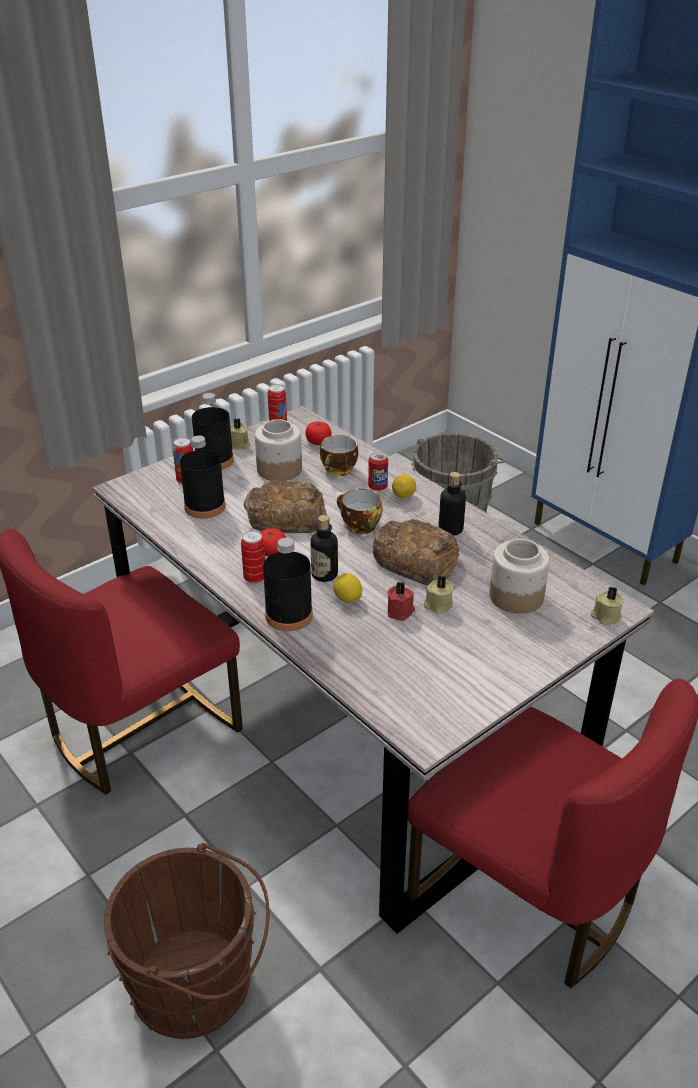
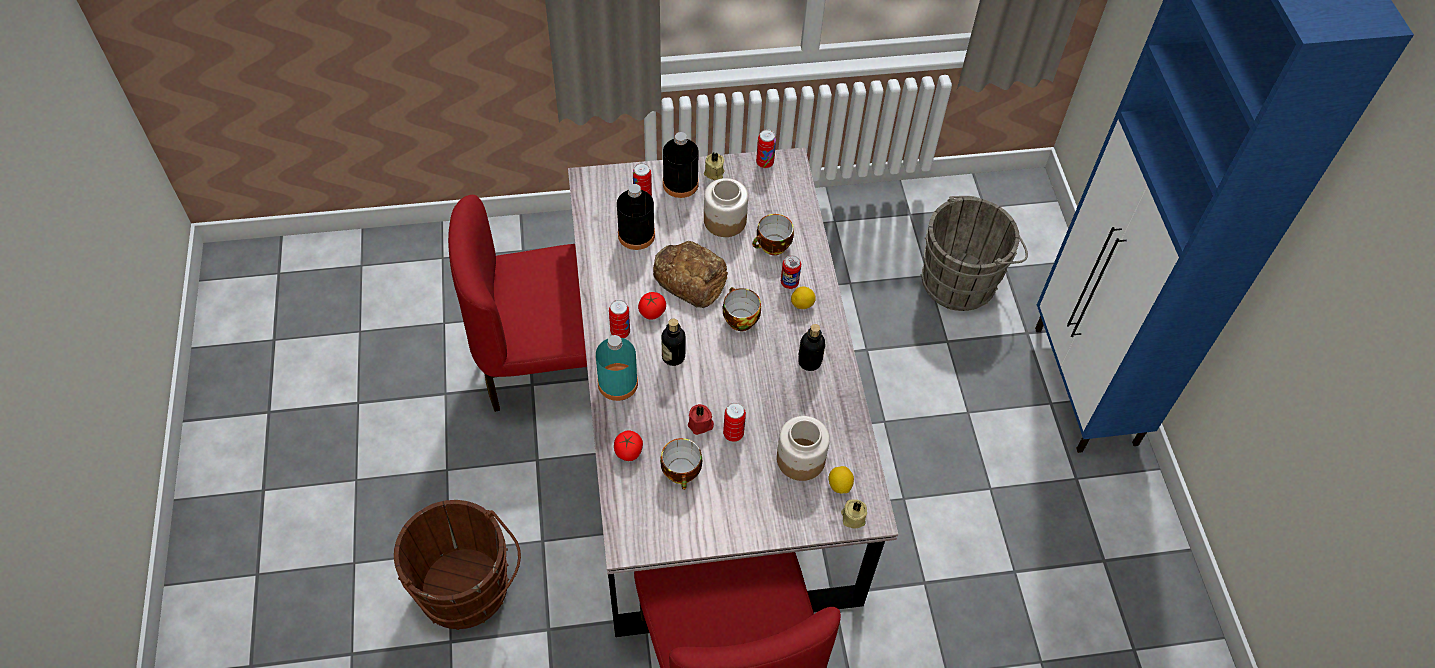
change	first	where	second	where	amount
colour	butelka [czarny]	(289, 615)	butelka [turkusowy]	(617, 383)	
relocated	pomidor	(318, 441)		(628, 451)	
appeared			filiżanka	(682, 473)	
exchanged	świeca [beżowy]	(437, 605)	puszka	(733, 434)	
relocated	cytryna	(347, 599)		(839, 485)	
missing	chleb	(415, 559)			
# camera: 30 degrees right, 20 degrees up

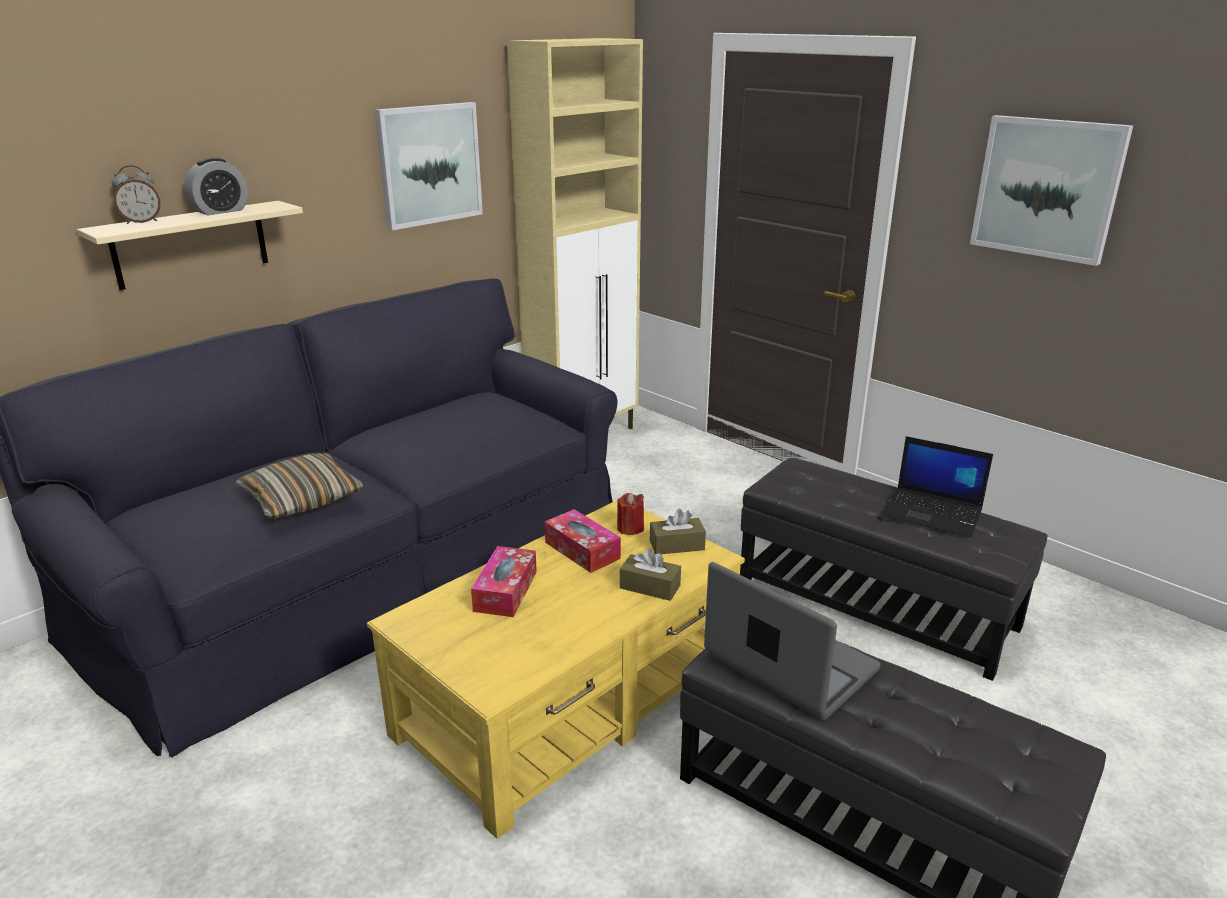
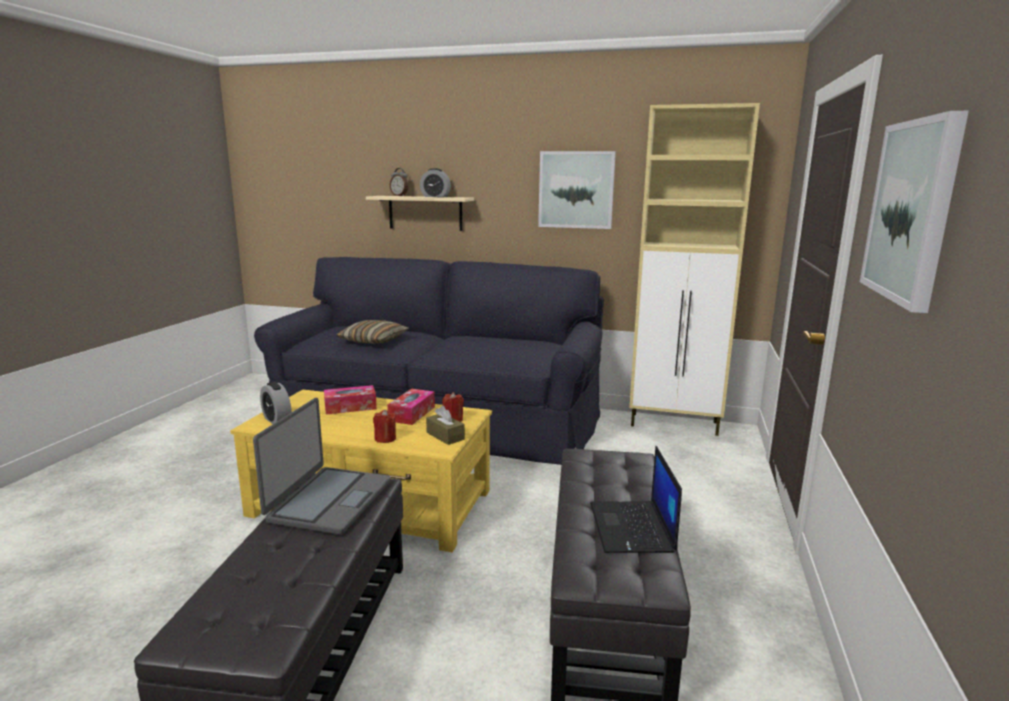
change	first	where	second	where	amount
appeared			budzik	(277, 420)	
exchanged	pudełko chusteczek [brązowy]	(650, 587)	świeca [czerwony]	(385, 439)	
# camera: 60 degrees right, 10 degrees down

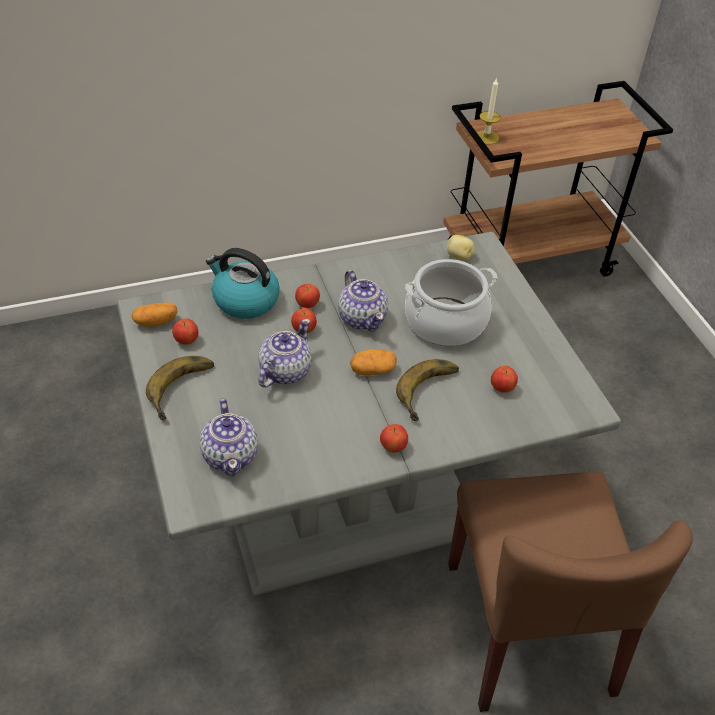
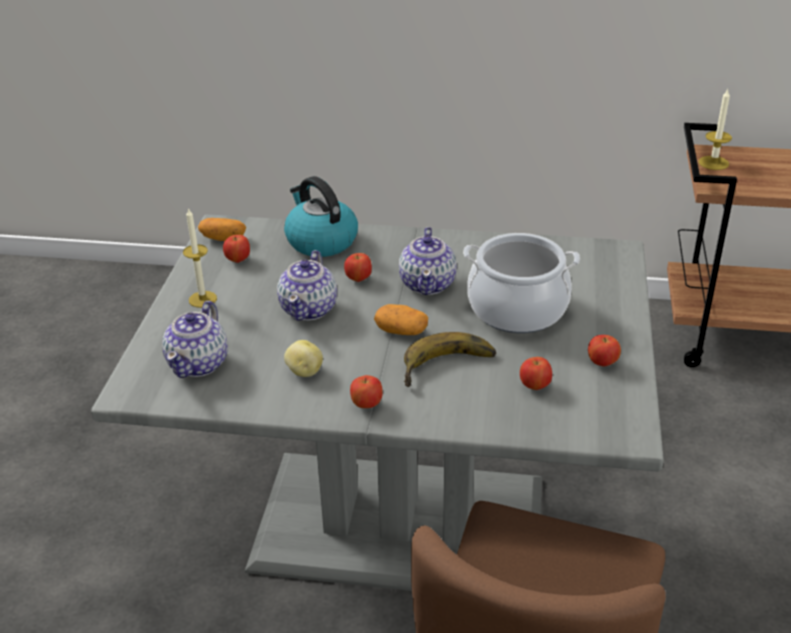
change	first	where	second	where	amount
exchanged	banan	(185, 390)	świeca	(202, 299)	
spun	imbryk	(284, 371)		(309, 308)	135 degrees clockwise
relocated	ziemniak	(459, 257)		(304, 371)	
relocated	jabłko	(307, 305)		(602, 363)	
# camera: 30 degrees right, 10 degrees down

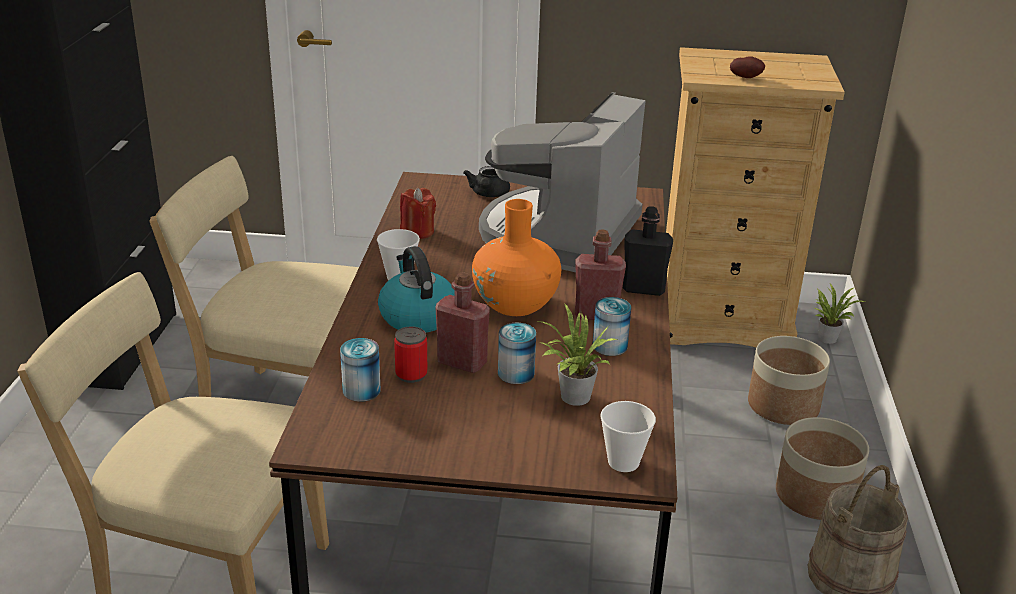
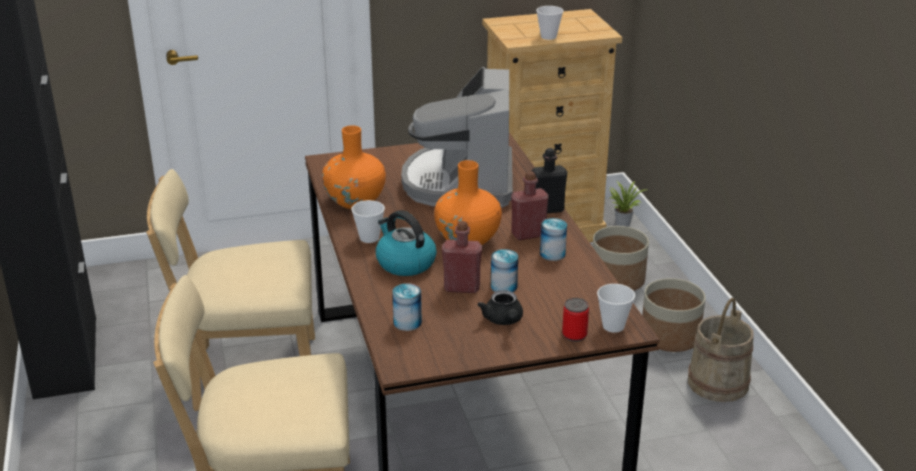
change	first	where	second	where	amount
exchanged	świeca [czerwony]	(417, 231)	wazon [pomarańczowy]	(355, 201)	
relocated	imbryk [czarny]	(488, 194)		(503, 320)	
exchanged	ziemniak	(746, 78)	filiżanka	(548, 37)	
relocated	puszka	(411, 374)		(574, 335)	
missing	roślina doniczkowa	(571, 398)			
# camera: 20 degrees left, 0 degrees up

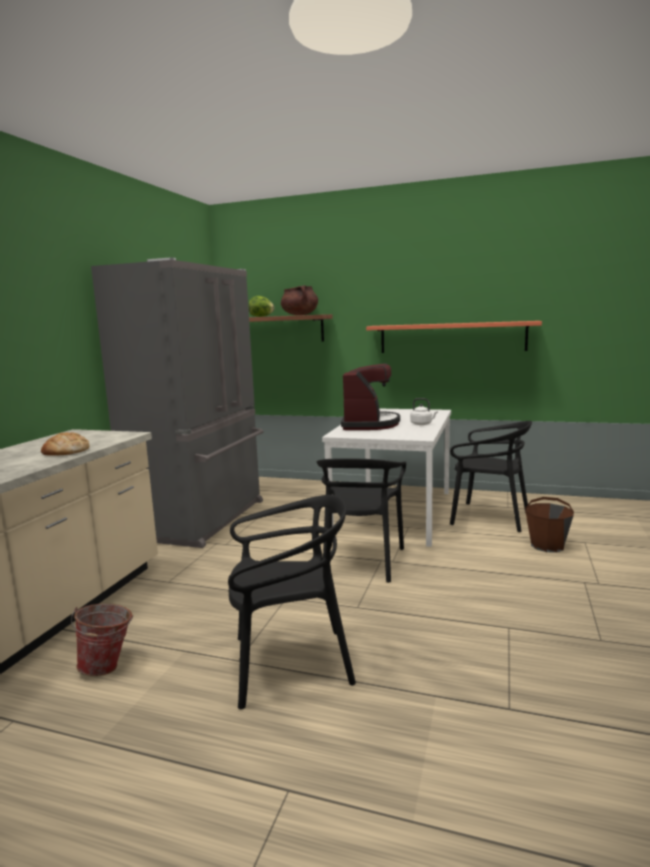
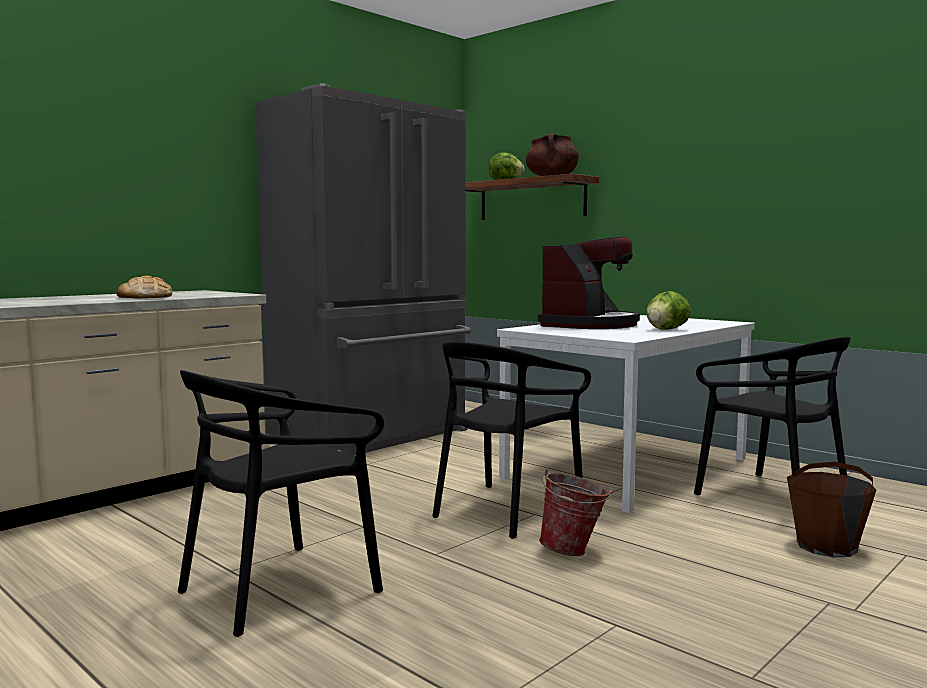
change	first	where	second	where	amount
spun	krzesło [czarny]	(290, 664)		(279, 588)	120 degrees clockwise
relocated	wiadro	(108, 666)		(574, 551)	
exchanged	czajnik [biały]	(422, 424)	sałata	(666, 329)	
missing	półka	(451, 337)			
# camera: 25 degrees right, 5 degrees down

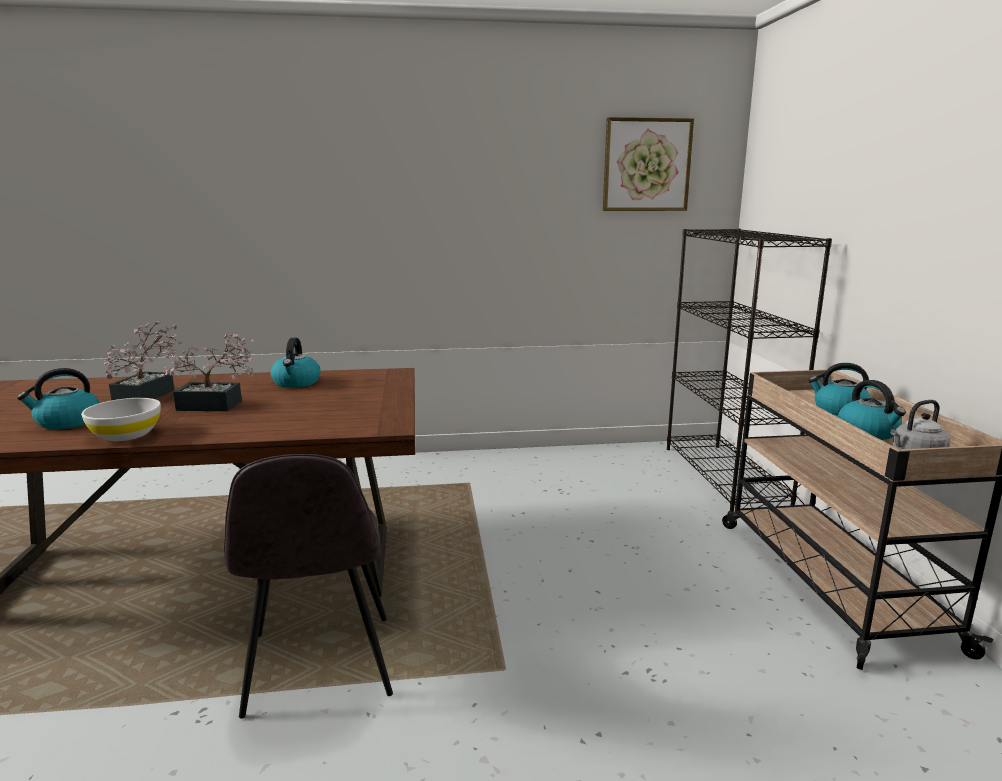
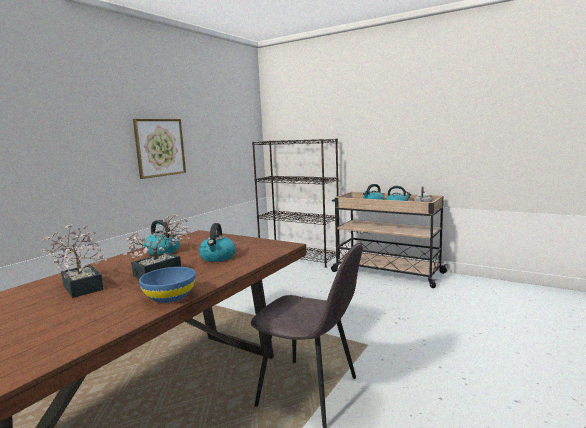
change	first	where	second	where	amount
relocated	obraz	(646, 165)		(160, 147)	
colour	miska [biały]	(126, 435)	miska [niebieski]	(170, 297)	
relocated	czajnik	(67, 422)		(218, 257)	
# camera: 50 degrees left, 5 degrees down

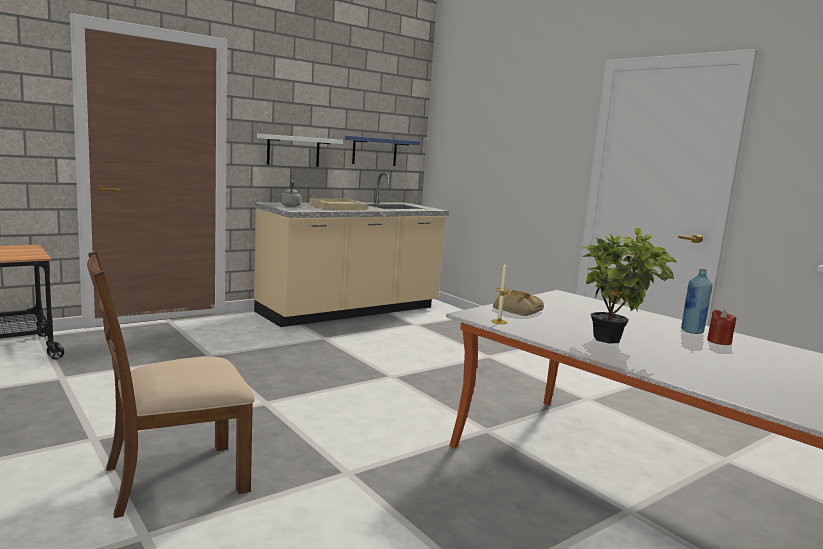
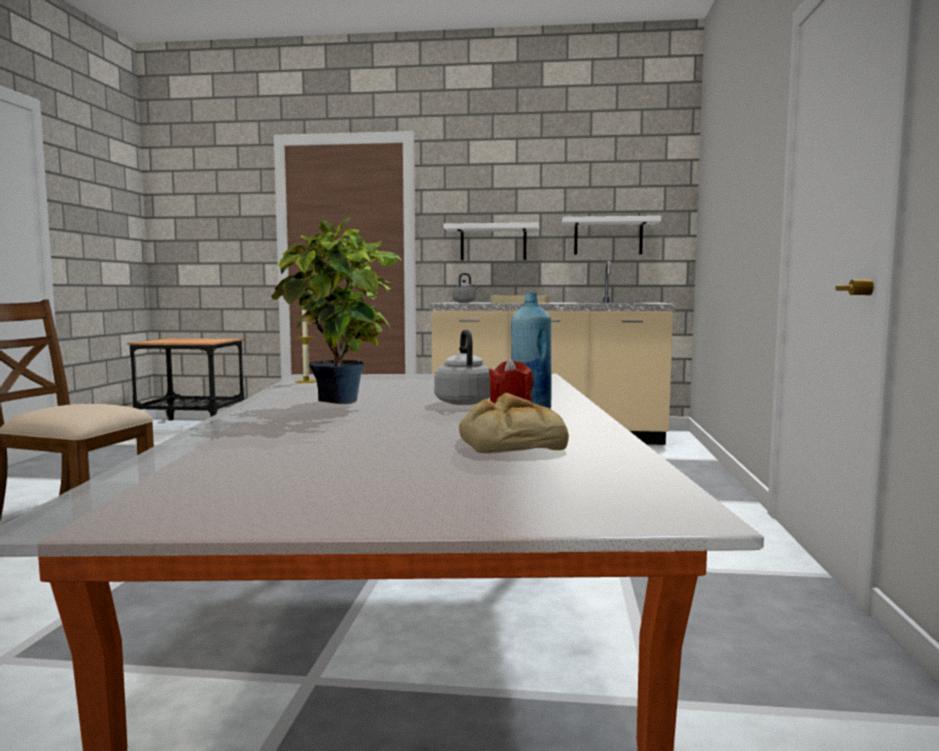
change	first	where	second	where	amount
appeared			czajnik [szary]	(463, 402)	
relocated	chleb	(516, 310)		(509, 443)	
colour	półka [niebieski]	(374, 151)	półka [biały]	(608, 237)	
# camera: 45 degrees right, 5 degrees down

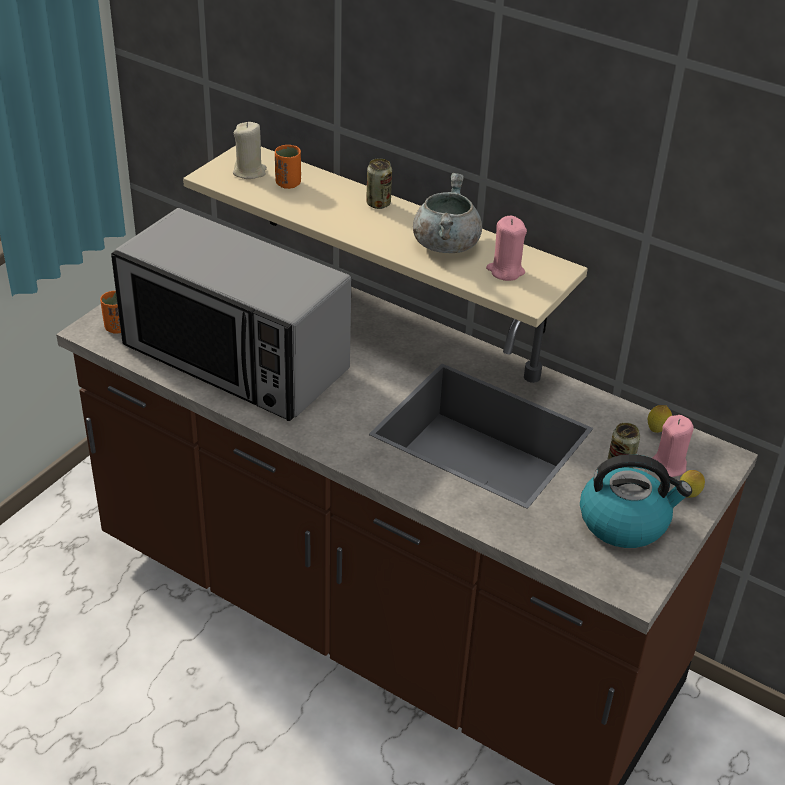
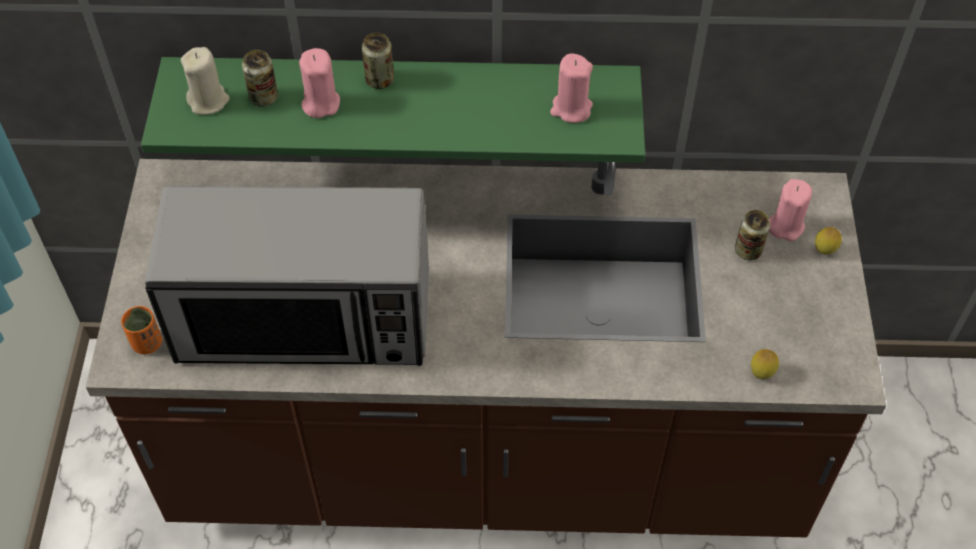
change	first	where	second	where	amount
colour	półka [beżowy]	(403, 237)	półka [zielony]	(403, 97)	
exchanged	filiżanka [pomarańczowy]	(288, 183)	puszka	(263, 97)	
appeared			świeca [różowy]	(320, 103)	
relocated	cytryna	(656, 431)		(761, 374)	
missing	garnek [szary]	(445, 244)			
missing	czajnik	(625, 521)			
# camera: 30 degrees left, 15 degrees up

